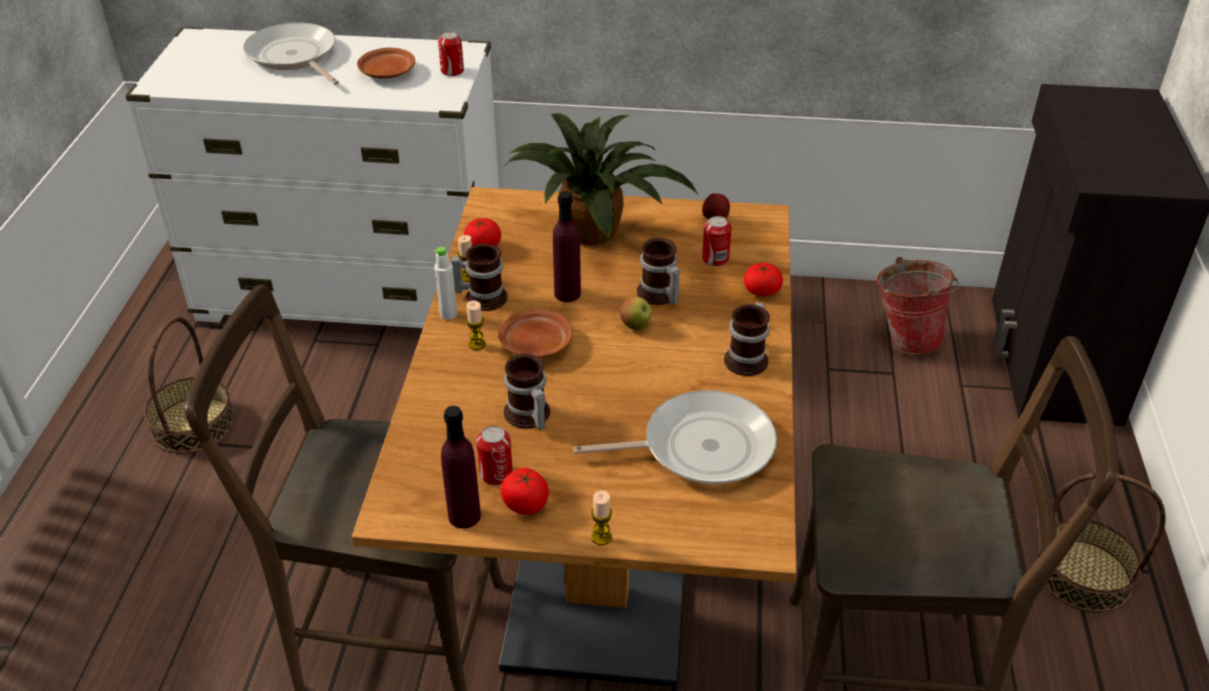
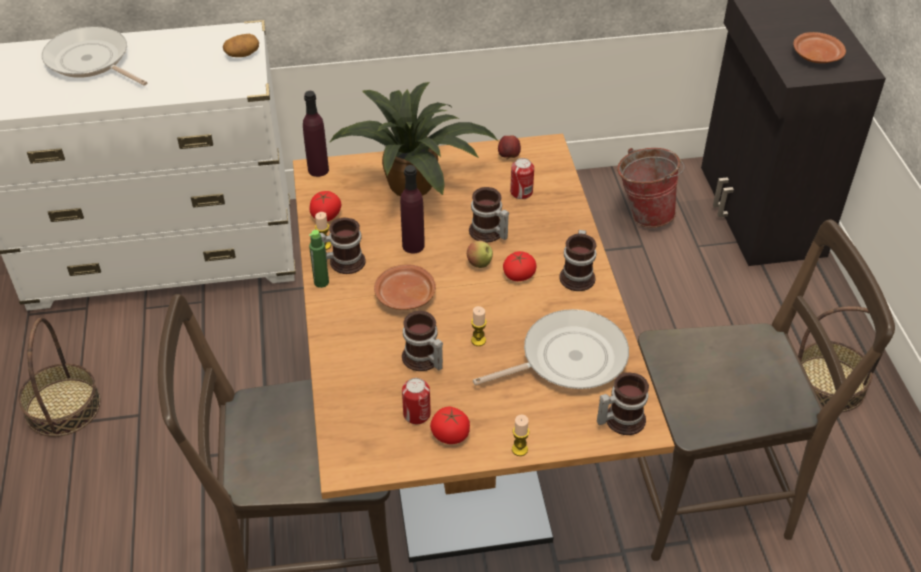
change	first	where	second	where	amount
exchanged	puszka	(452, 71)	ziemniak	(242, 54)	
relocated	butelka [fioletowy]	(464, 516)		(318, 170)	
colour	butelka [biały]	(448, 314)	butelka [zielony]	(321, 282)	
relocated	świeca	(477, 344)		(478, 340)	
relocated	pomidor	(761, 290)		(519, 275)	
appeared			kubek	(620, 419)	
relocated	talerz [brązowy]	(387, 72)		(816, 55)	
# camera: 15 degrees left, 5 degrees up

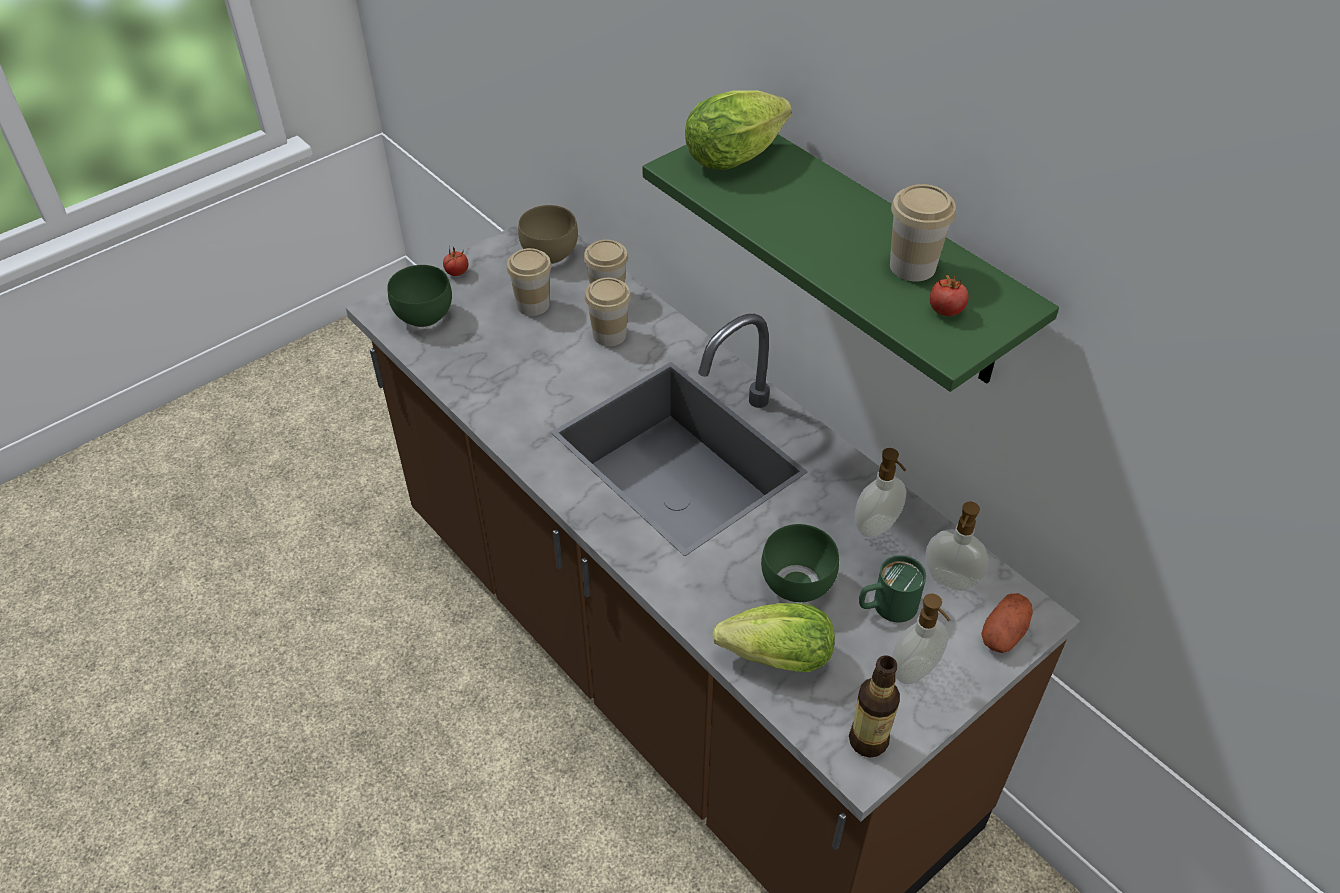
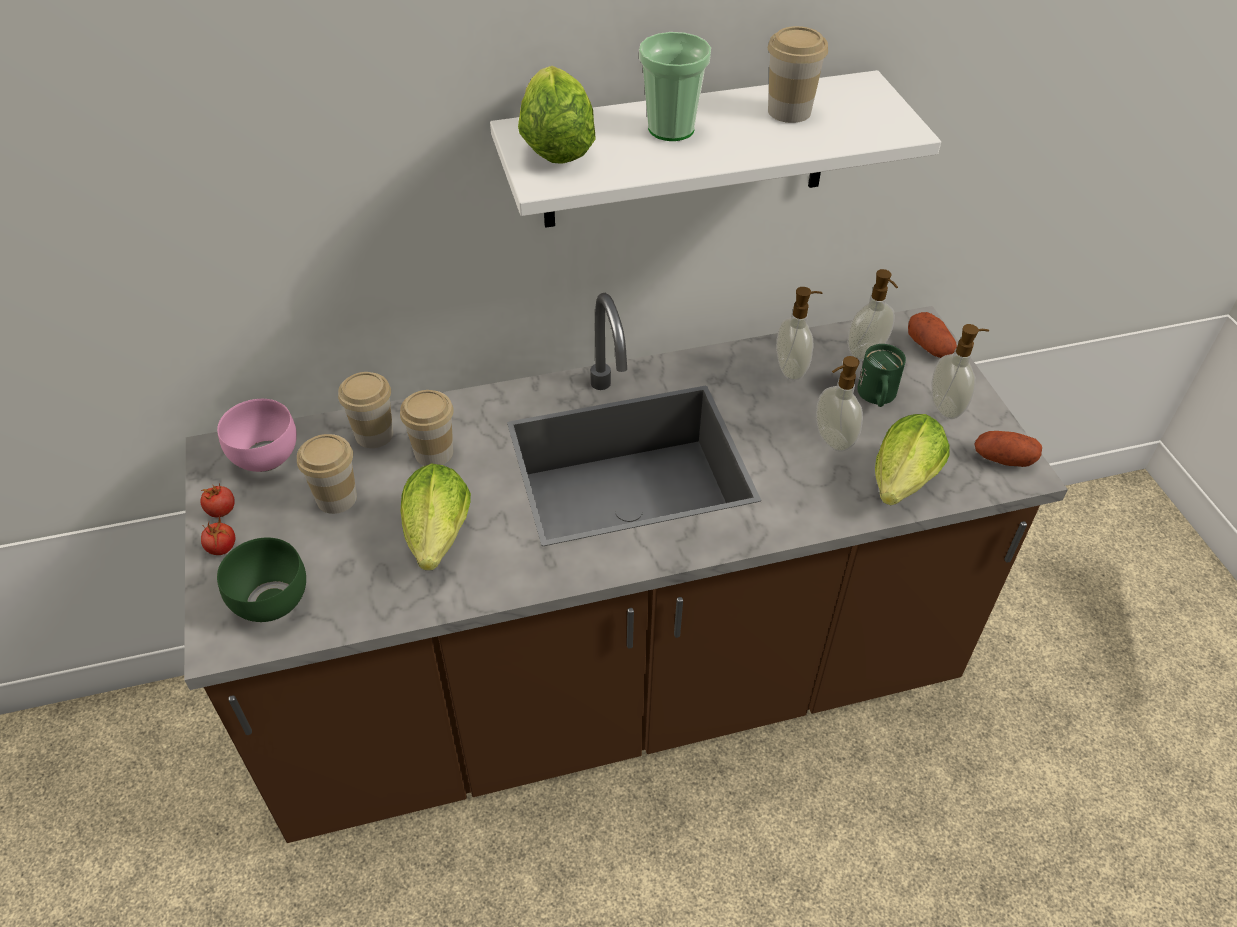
change	first	where	second	where	amount
relocated	pomidor	(946, 310)		(221, 510)	
colour	miska [brązowy]	(547, 254)	miska [różowy]	(264, 459)	
appeared			sałata	(437, 541)	
colour	półka [zielony]	(881, 254)	półka [biały]	(687, 151)	
appeared			filiżanka	(671, 129)	
exchanged	miska [zielony]	(797, 586)	dozownik mydła	(832, 440)	
exchanged	butelka	(868, 740)	ziemniak	(1003, 459)	
# camera: 65 degrees left, 0 degrees up

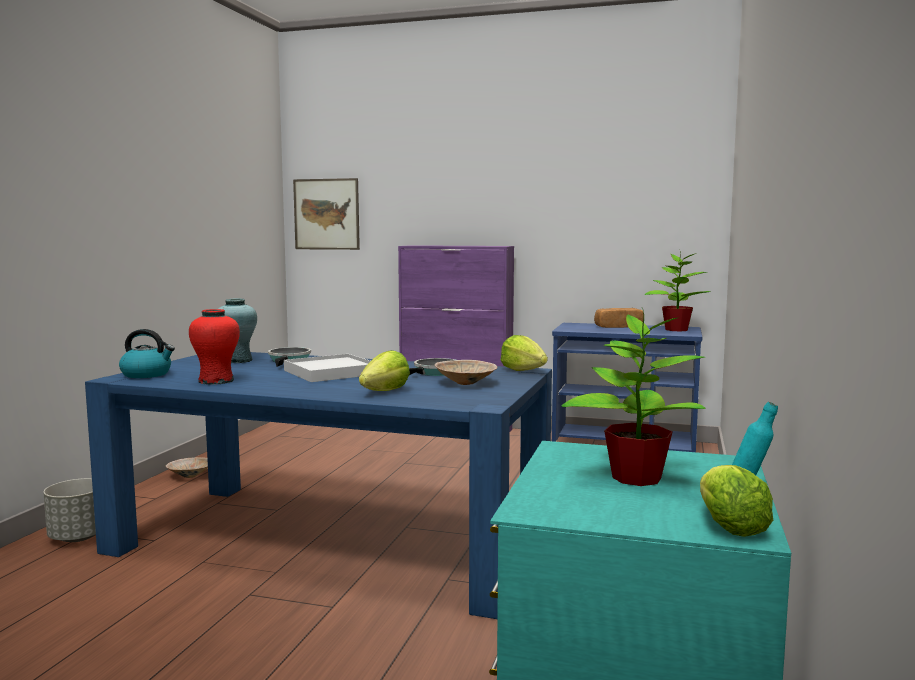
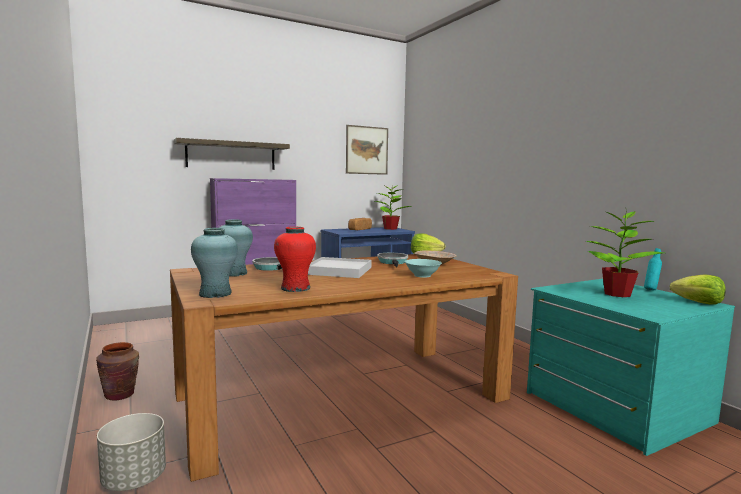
change	first	where	second	where	amount
exchanged	miska [beżowy]	(190, 475)	wazon [brązowy]	(120, 395)	
colour	stół jadalny [niebieski]	(332, 540)	stół jadalny [brązowy]	(342, 396)	
appeared			półka	(231, 155)	
exchanged	czajnik	(147, 374)	wazon [turkusowy]	(215, 294)	
relocated	obraz	(326, 214)		(367, 150)	
exchanged	sałata	(385, 391)	miska [turkusowy]	(422, 275)	
# camera: 45 degrees left, 0 degrees up

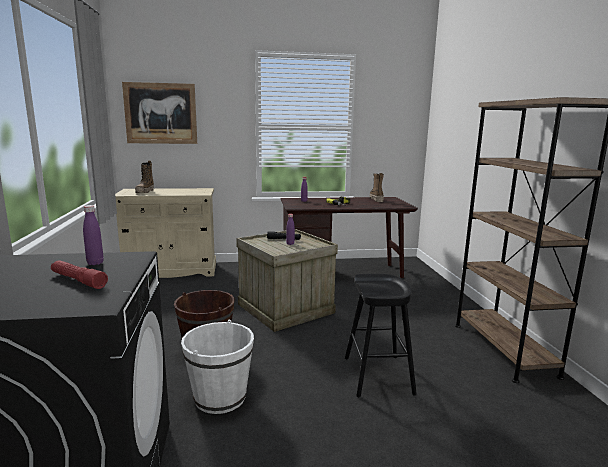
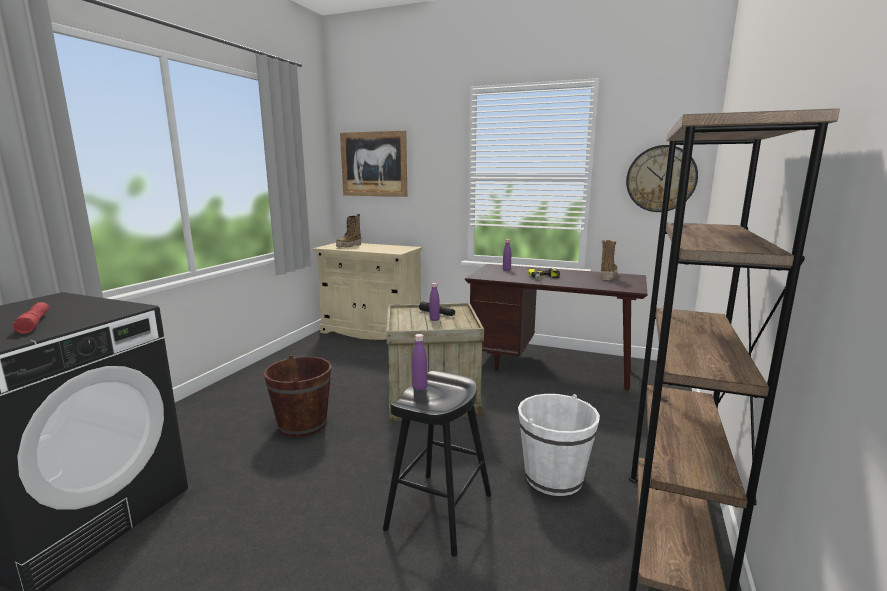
change	first	where	second	where	amount
relocated	butelka [fioletowy]	(95, 263)		(419, 388)	
relocated	wiadro [biały]	(220, 397)		(553, 477)	
appeared			zegar ścienny	(661, 179)	
# camera: 30 degrees right, 0 degrees up

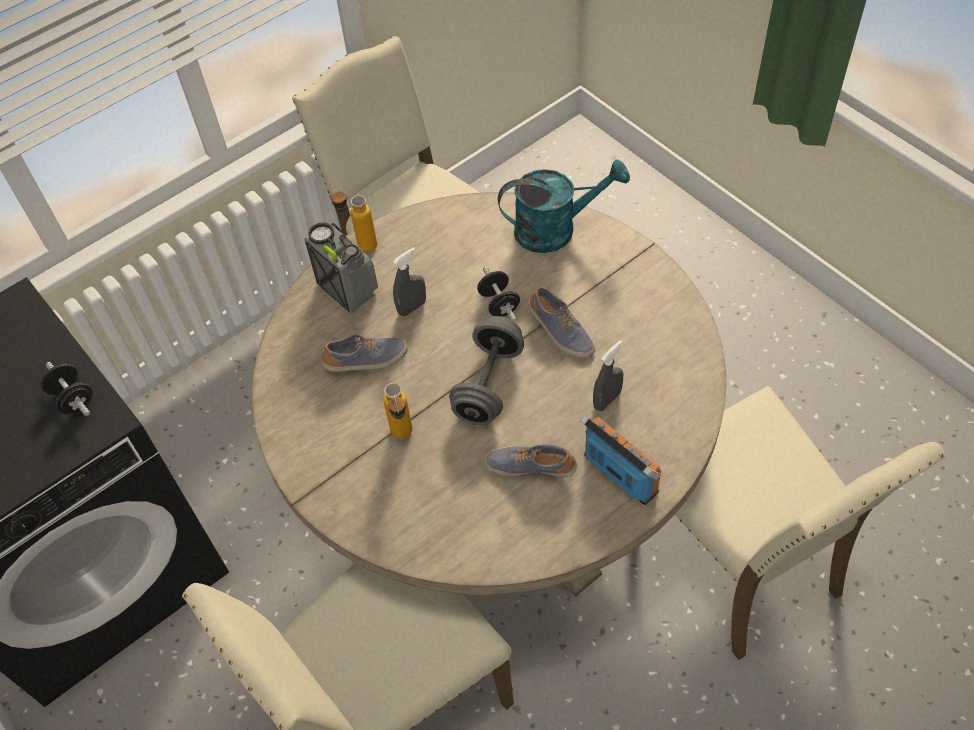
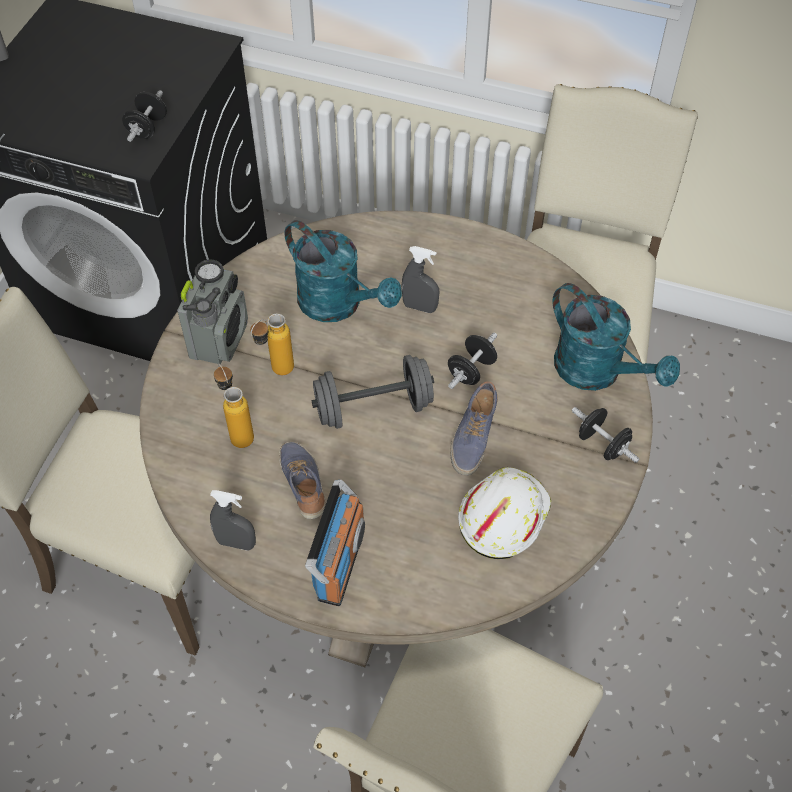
change	first	where	second	where	amount
relocated	radio	(347, 288)		(219, 339)	
relocated	spryskiwacz [szary]	(607, 400)		(236, 543)	
relocated	butelka	(359, 246)		(238, 431)	
exchanged	but	(366, 361)	konewka [turkusowy]	(339, 305)	
appeared			kask [biały]	(502, 516)	
appeared			hantel [czarny]	(602, 444)	
# camera: 55 degrees right, 0 degrees up

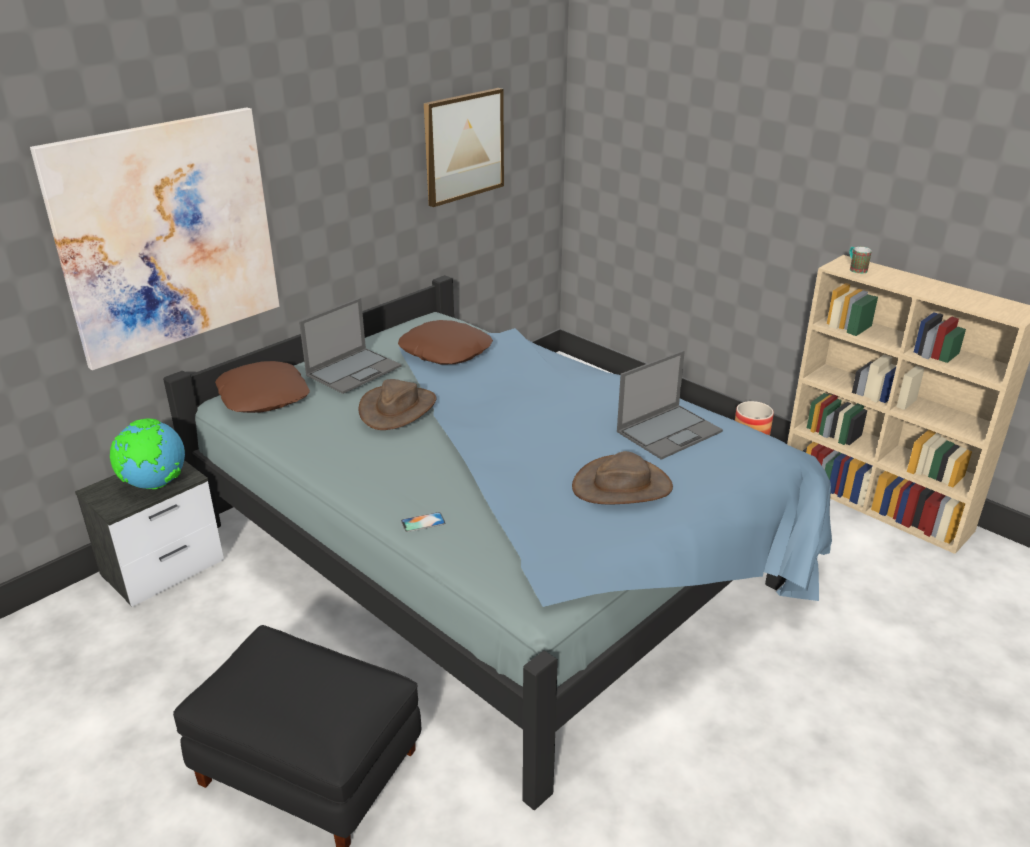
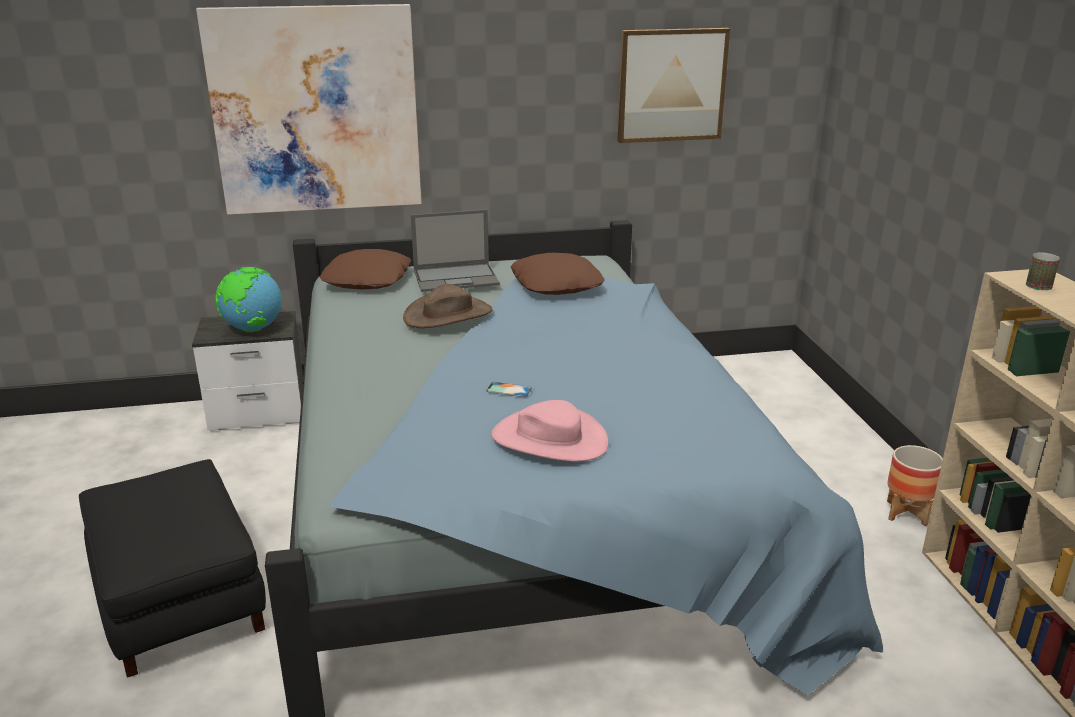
change	first	where	second	where	amount
relocated	telefon	(423, 522)		(509, 389)	
colour	kapelusz [brązowy]	(622, 486)	kapelusz [różowy]	(549, 439)	
missing	laptop	(669, 431)			
# camera: 35 degrees right, 5 degrees down

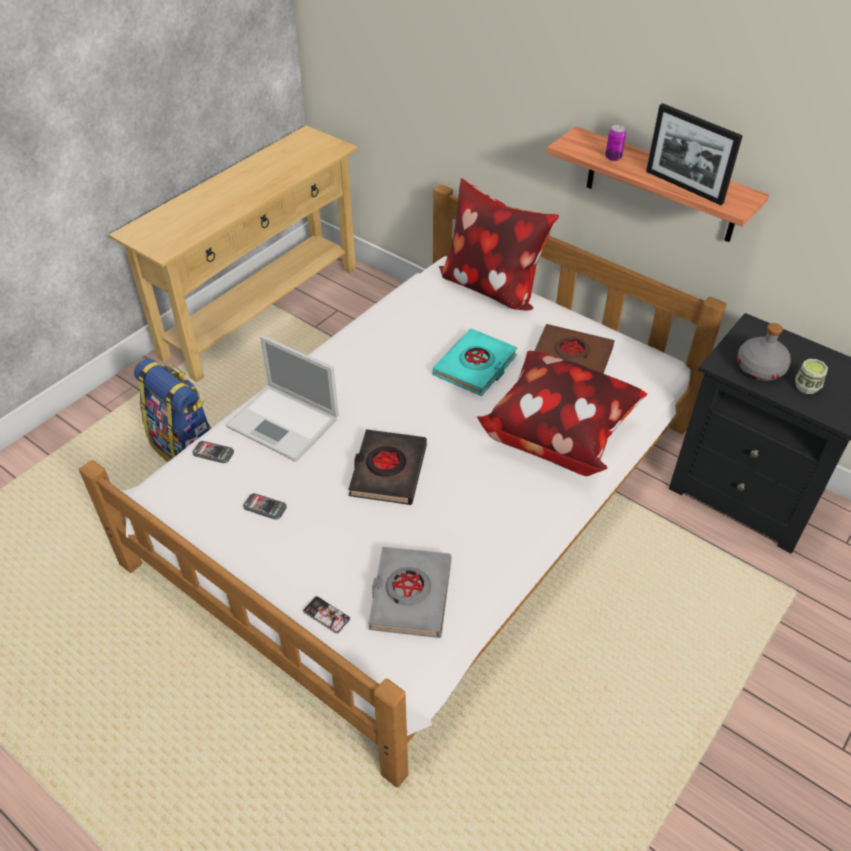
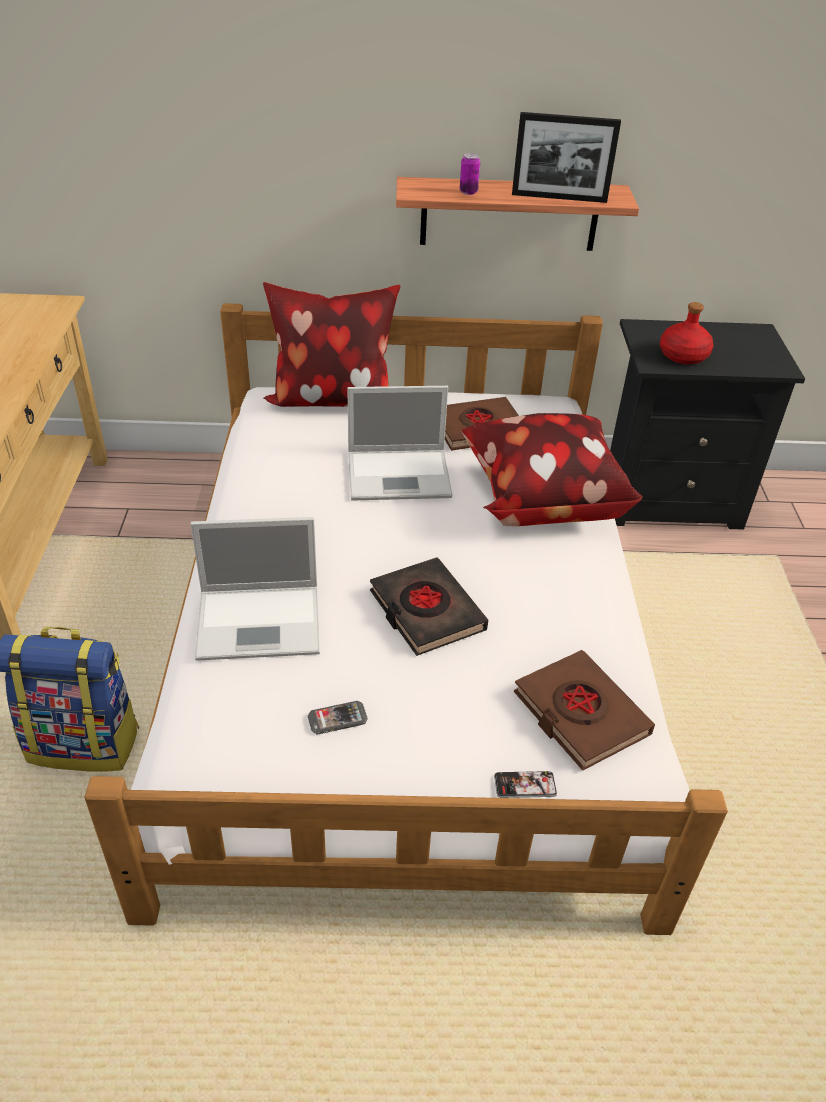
change	first	where	second	where	amount
exchanged	książka [turkusowy]	(475, 366)	laptop	(401, 475)	
colour	książka [szary]	(410, 595)	książka [brązowy]	(580, 714)	
colour	butelka [szary]	(760, 368)	butelka [czerwony]	(683, 355)	
missing	telefon	(213, 453)			
missing	filiżanka	(806, 387)			
# camera: 40 degrees left, 5 degrees down

